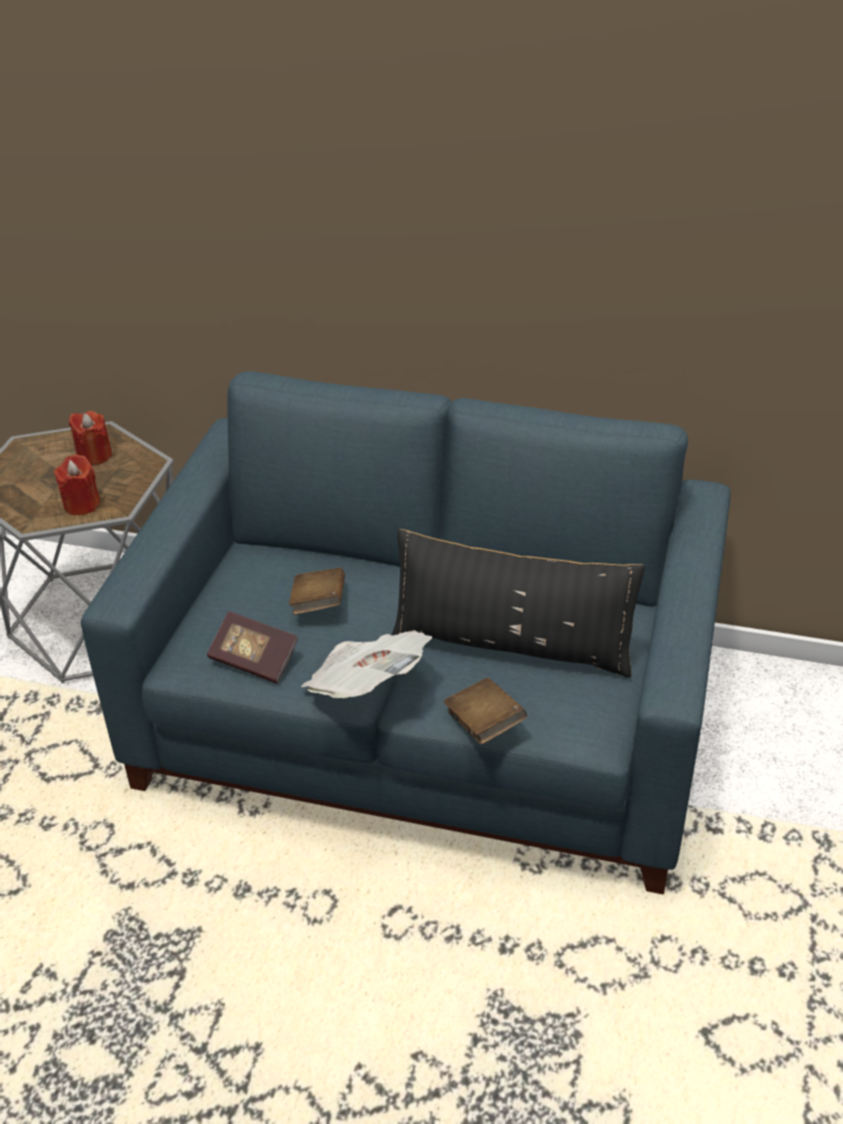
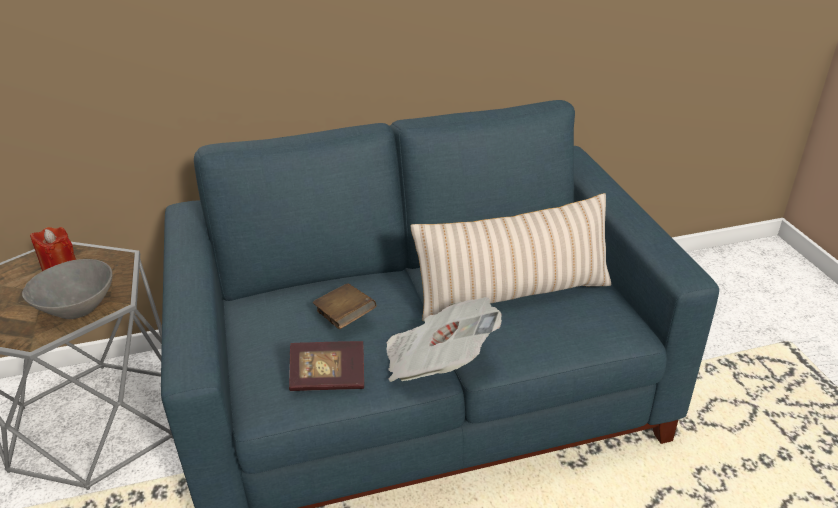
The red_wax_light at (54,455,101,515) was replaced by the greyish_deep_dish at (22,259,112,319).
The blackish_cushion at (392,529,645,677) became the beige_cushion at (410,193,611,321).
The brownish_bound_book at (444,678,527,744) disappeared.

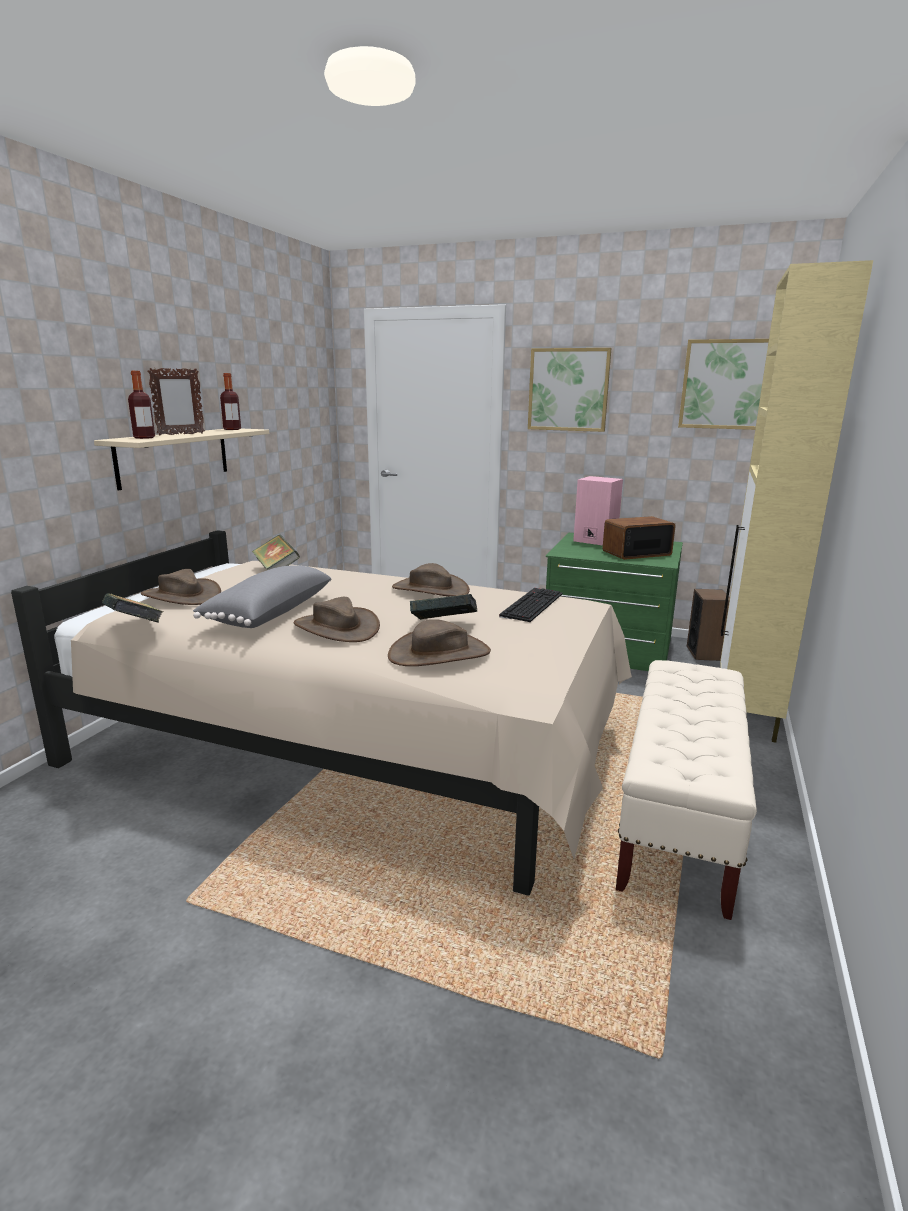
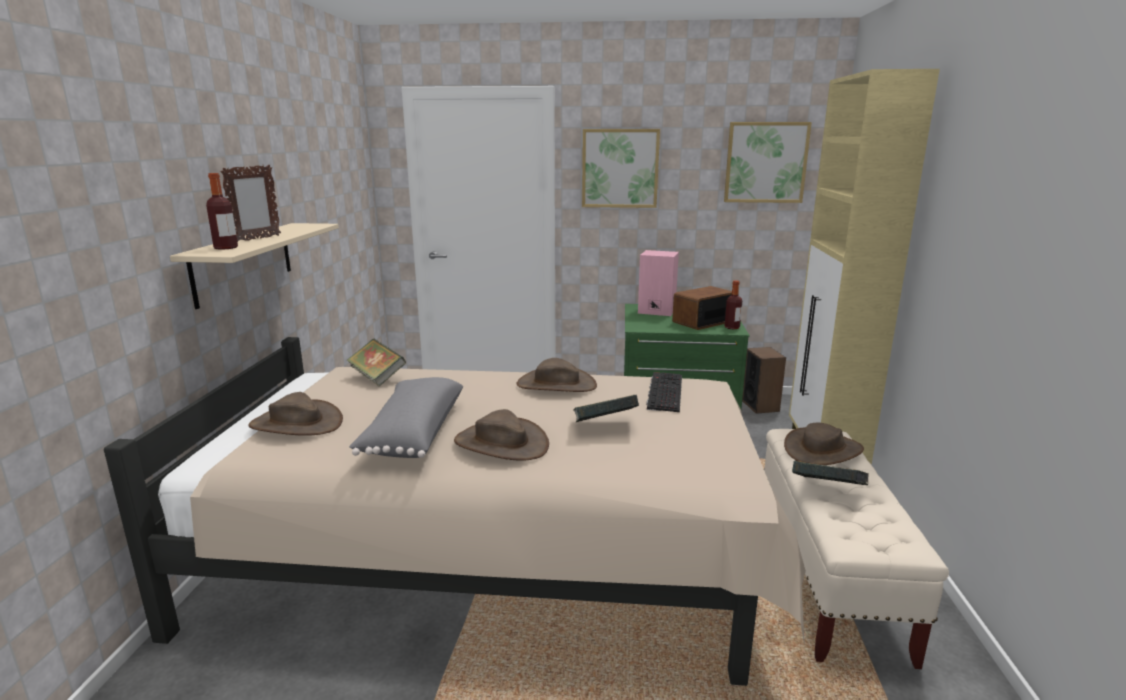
The drink_bottle moved from (220,373,241,430) to (725,280,742,329).
The bound_book moved from (102,593,163,623) to (792,461,869,485).
The brownish_hat moved from (388,619,491,666) to (784,422,864,465).

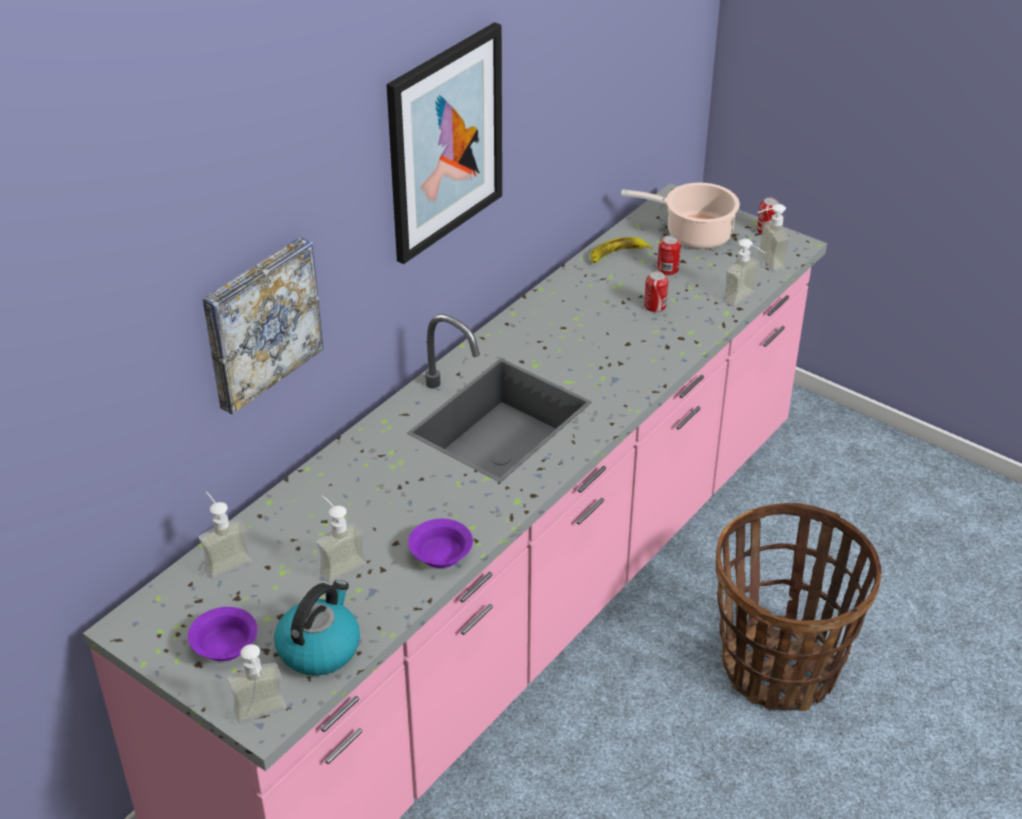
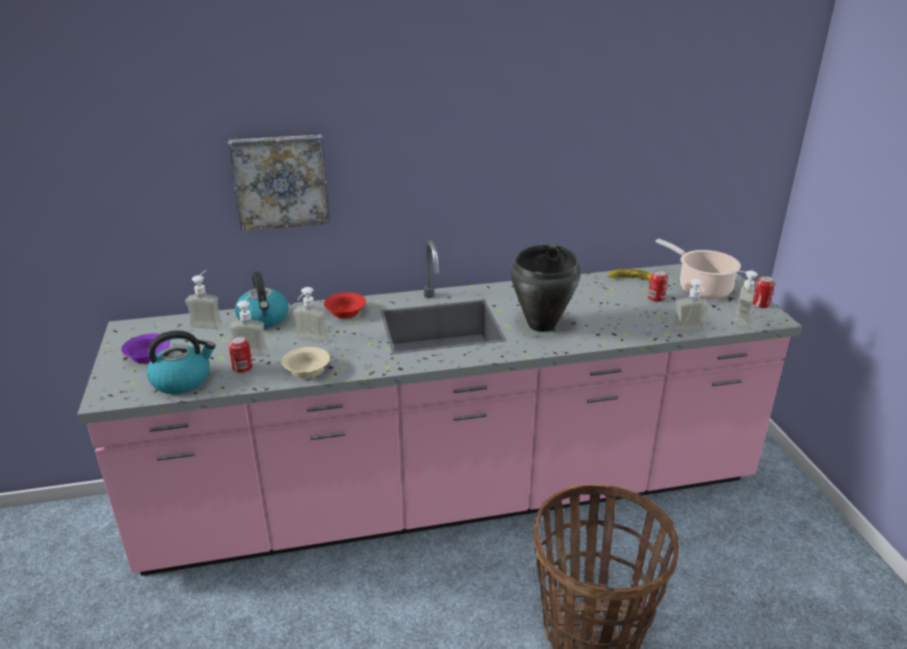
The wall_art at (387,22,502,264) disappeared.
The sealed_can moved from (644,271,668,312) to (228,336,253,373).
The purplish_deep_dish at (408,519,473,568) became the beige_deep_dish at (282,347,330,378).
The soap_dispenser moved from (228,644,286,724) to (293,287,329,343).
The blackish_stockpot at (510,244,581,332) appeared.
The tea_kettle at (235,272,289,328) appeared.
The red_deep_dish at (324,293,366,319) appeared.

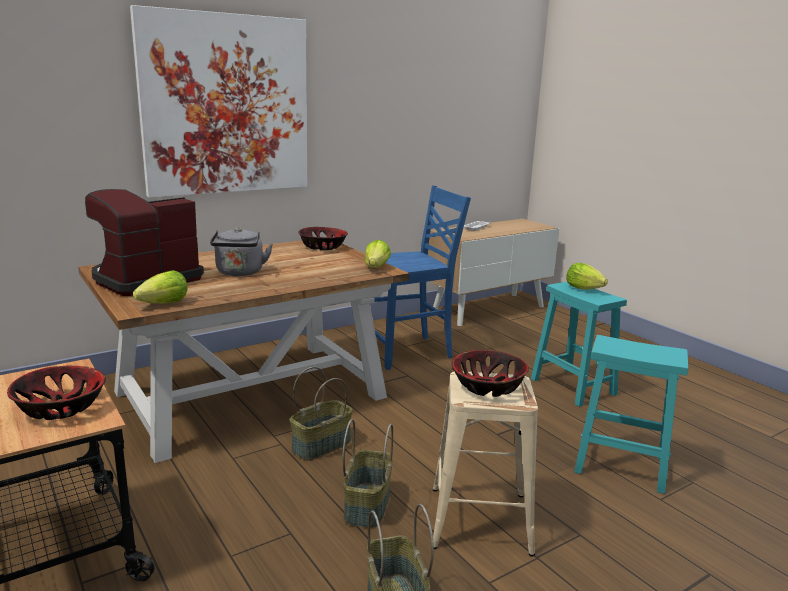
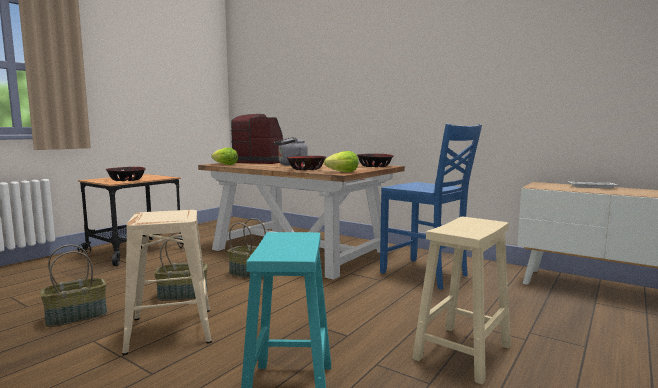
The wall_art at (130,5,308,198) disappeared.
The lettuce at (566,263,608,290) disappeared.
The turquoise-coloured_stool at (531,282,627,407) became the beige_stool at (412,217,511,385).
The deep_dish moved from (452,350,529,397) to (287,156,326,170).

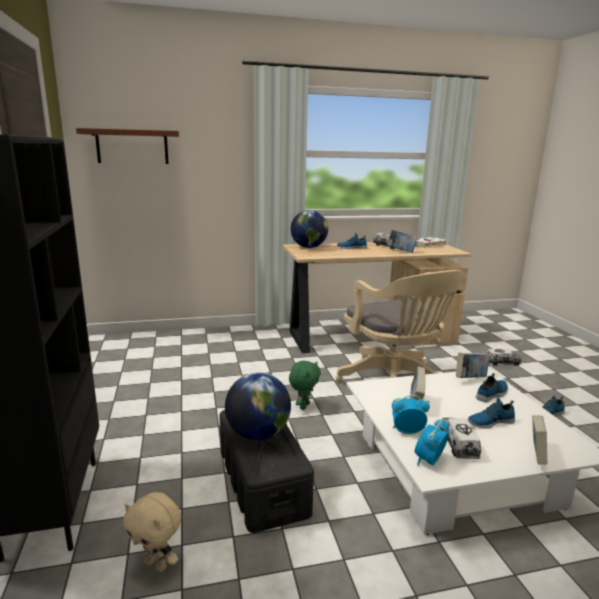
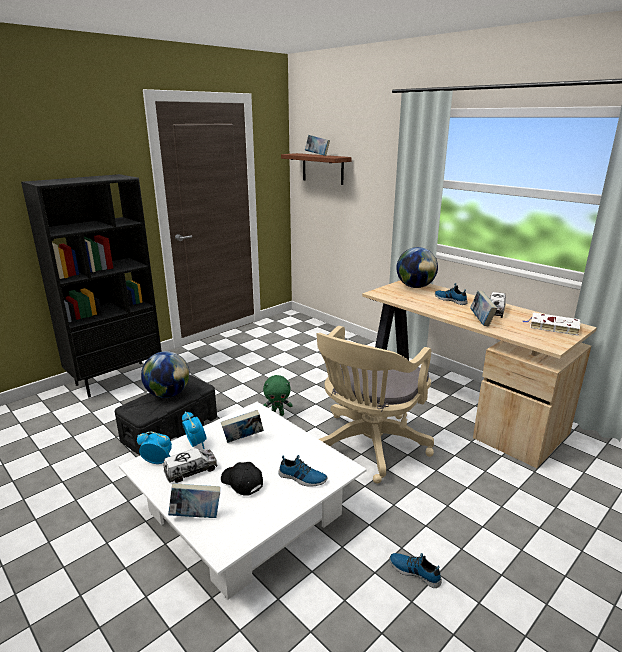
The model_truck at (486,349,522,366) disappeared.
The bound_book moved from (456,353,490,378) to (305,135,330,156).
The item_of_footwear at (468,398,515,429) was replaced by the blackish_peaked_cap at (221,462,263,496).
The beige_soft_toy at (123,492,181,572) disappeared.

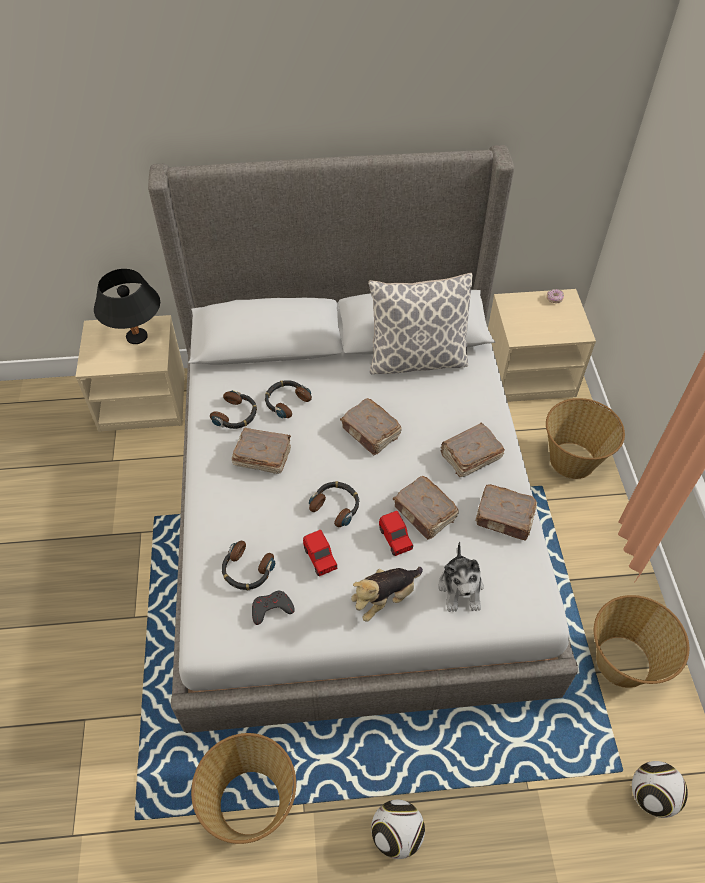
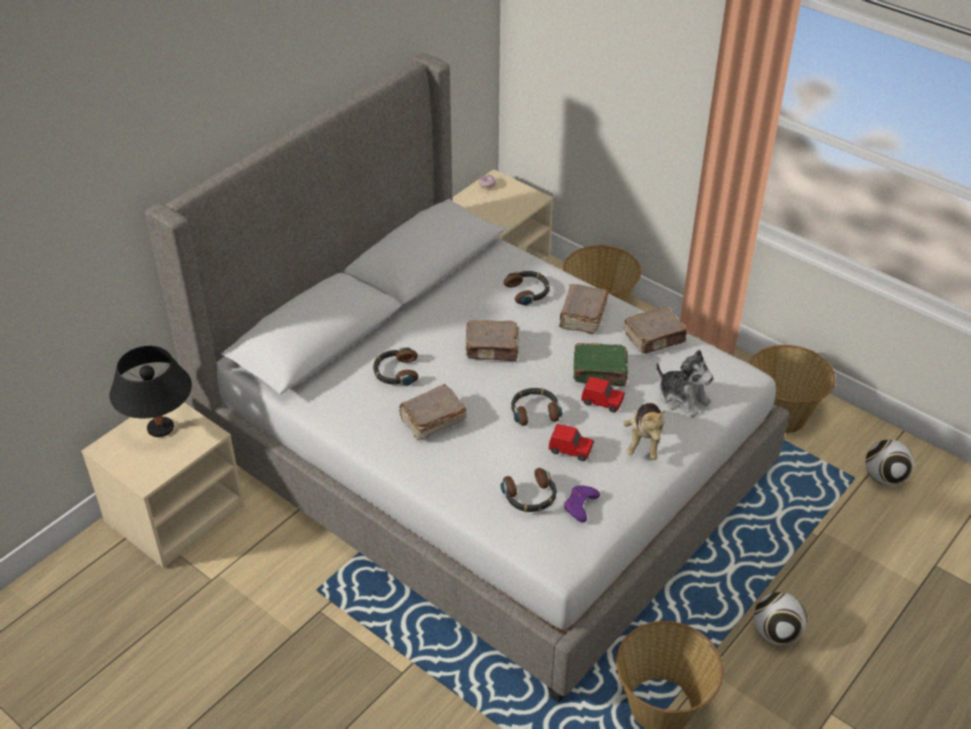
The cushion at (368,272,473,374) disappeared.
The headphones moved from (210,390,257,429) to (504,271,550,306).
The brownish_bound_book at (393,476,459,540) became the greenish_bound_book at (573,343,628,386).
The greyish_gamepad at (252,591,295,625) became the purplish_gamepad at (564,485,600,523).

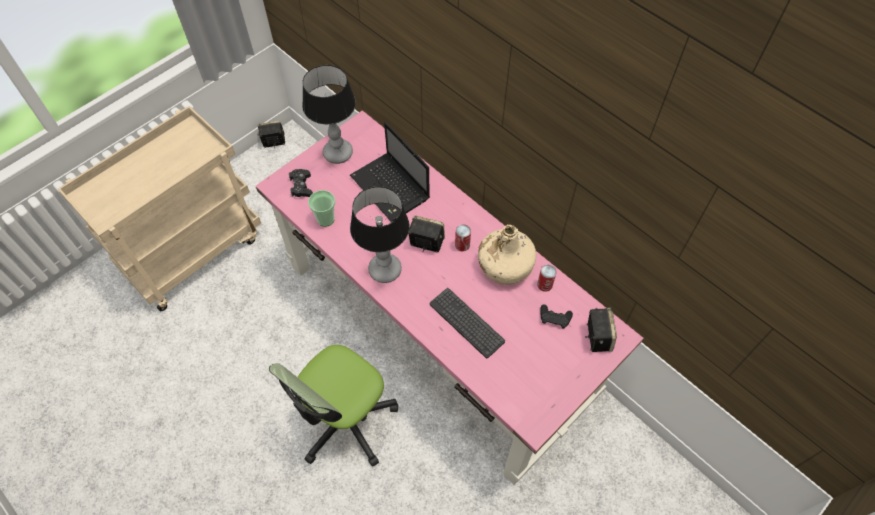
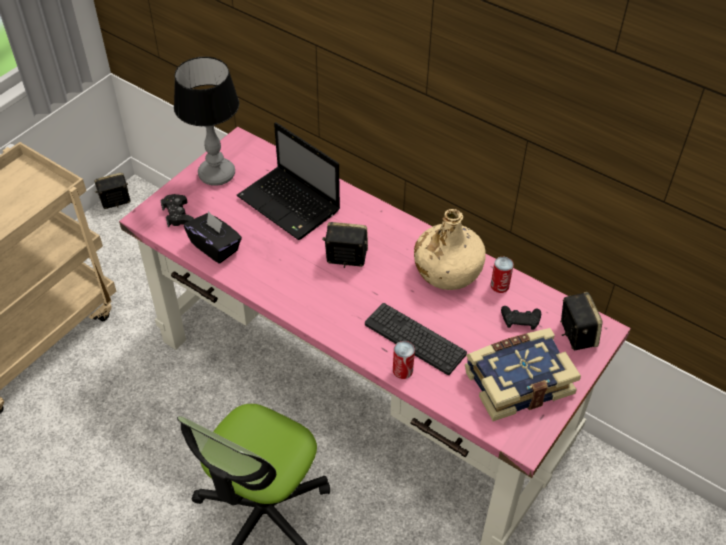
The tabletop_lamp at (350,186,410,283) disappeared.
The cup at (308,190,335,227) was replaced by the blackish_box_of_tissues at (184,211,242,263).
The sealed_can moved from (455,224,471,251) to (393,341,415,379).
The bound_book at (465,328,581,421) appeared.

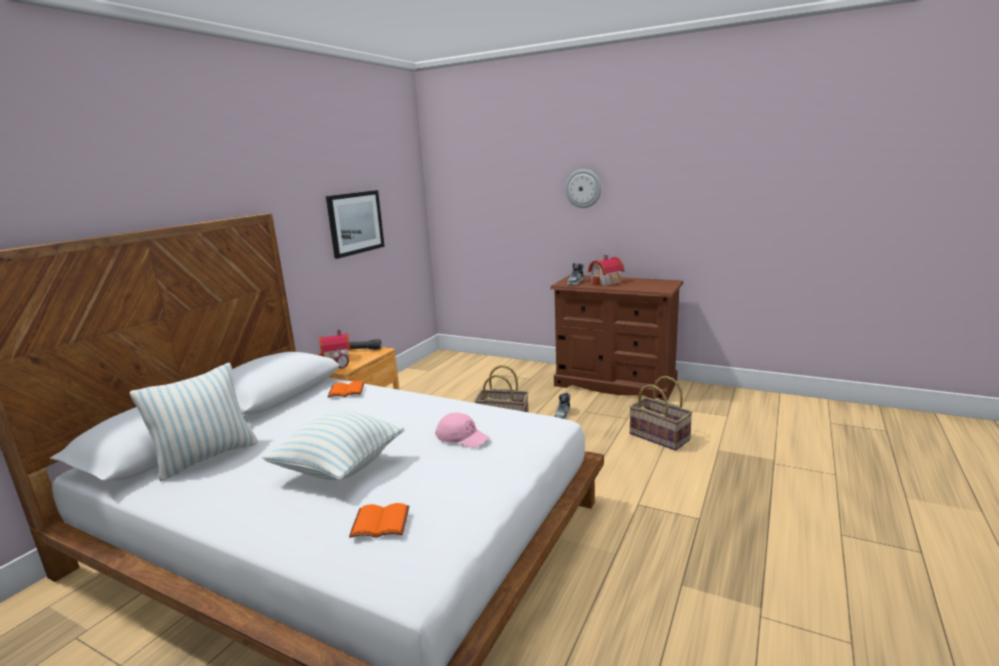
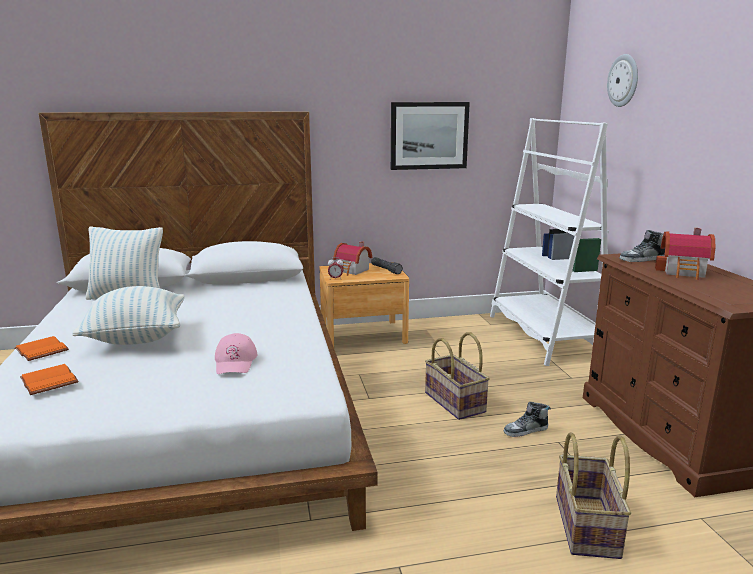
The wall_clock moved from (565,169,601,208) to (607,54,638,107).
The orange_bound_book moved from (328,381,364,398) to (14,336,69,361).
The white-coloured_bookcase at (490,118,609,366) appeared.

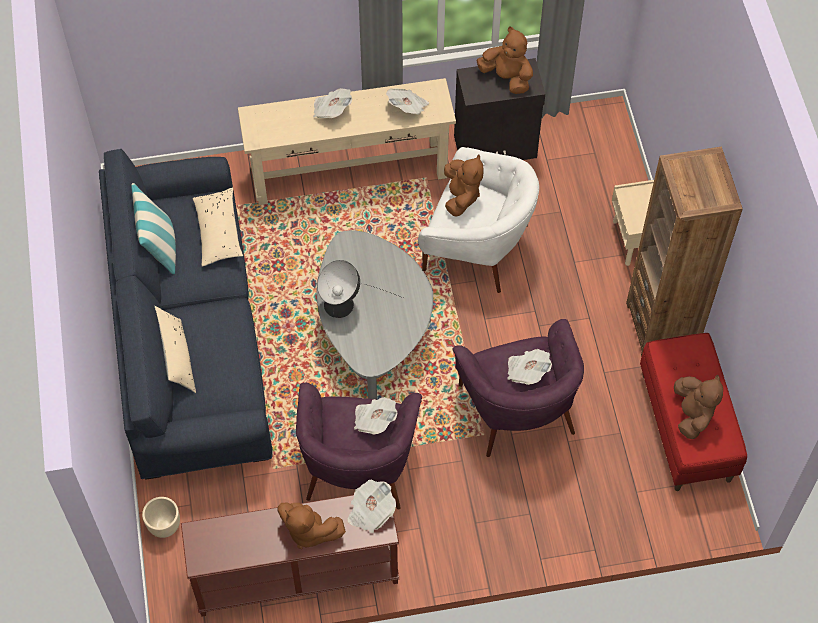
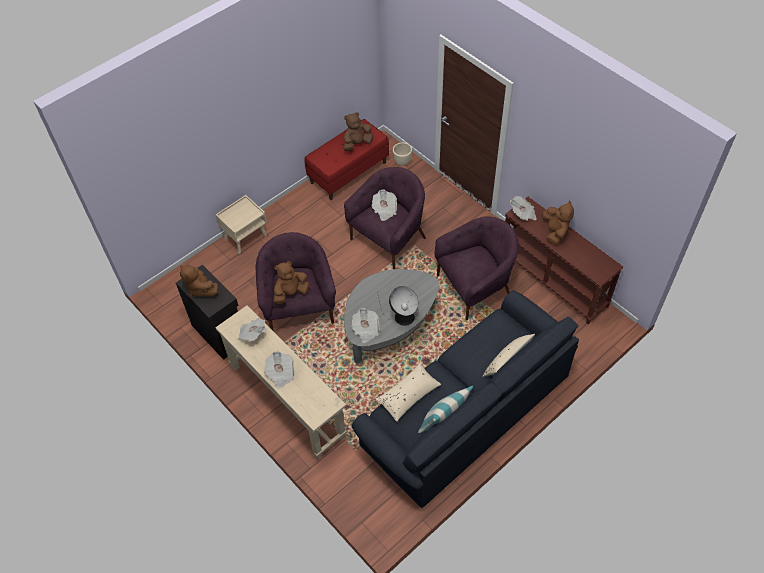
The brownish_soft_toy at (476,27,533,94) turned 45 degrees counterclockwise.
The white-coloured_lounge_chair at (418,147,539,293) became the purplish_lounge_chair at (256,232,336,332).
The brownish_bookcase at (626,147,743,357) disappeared.
The printed_paper moved from (354,397,397,435) to (351,308,379,343).
The beige_plant_pot moved from (142,497,180,538) to (393,142,412,166).

